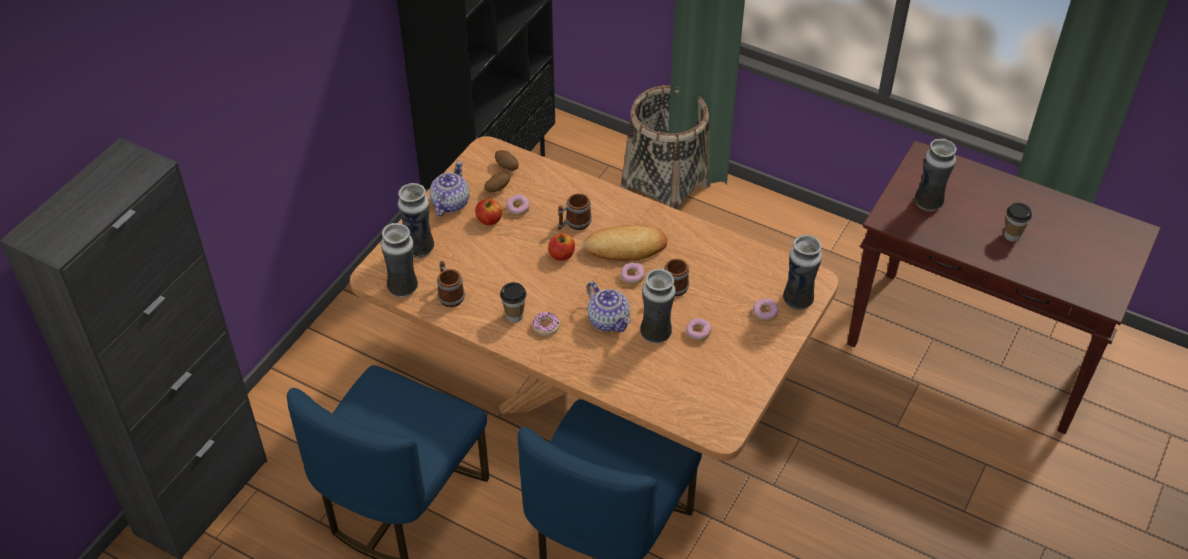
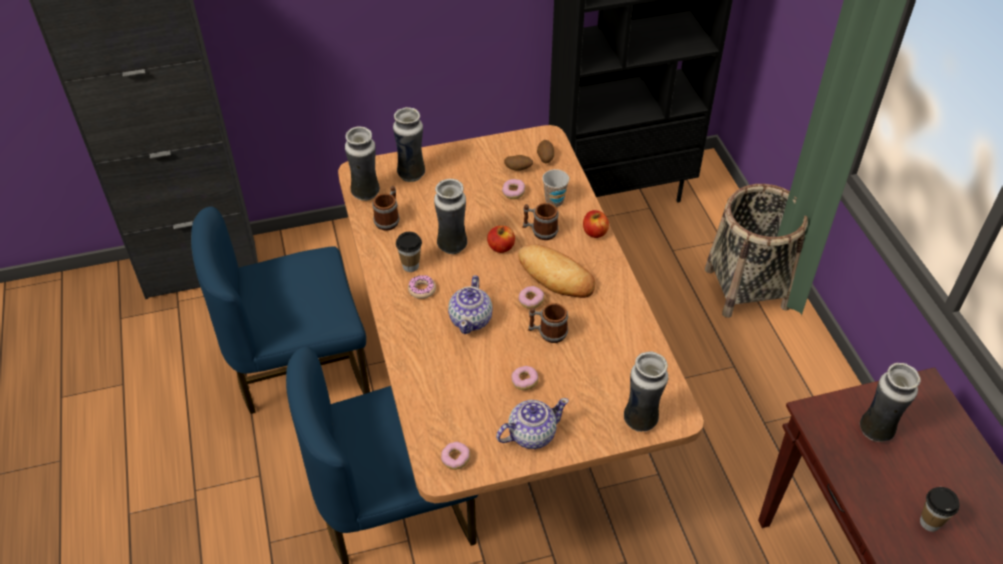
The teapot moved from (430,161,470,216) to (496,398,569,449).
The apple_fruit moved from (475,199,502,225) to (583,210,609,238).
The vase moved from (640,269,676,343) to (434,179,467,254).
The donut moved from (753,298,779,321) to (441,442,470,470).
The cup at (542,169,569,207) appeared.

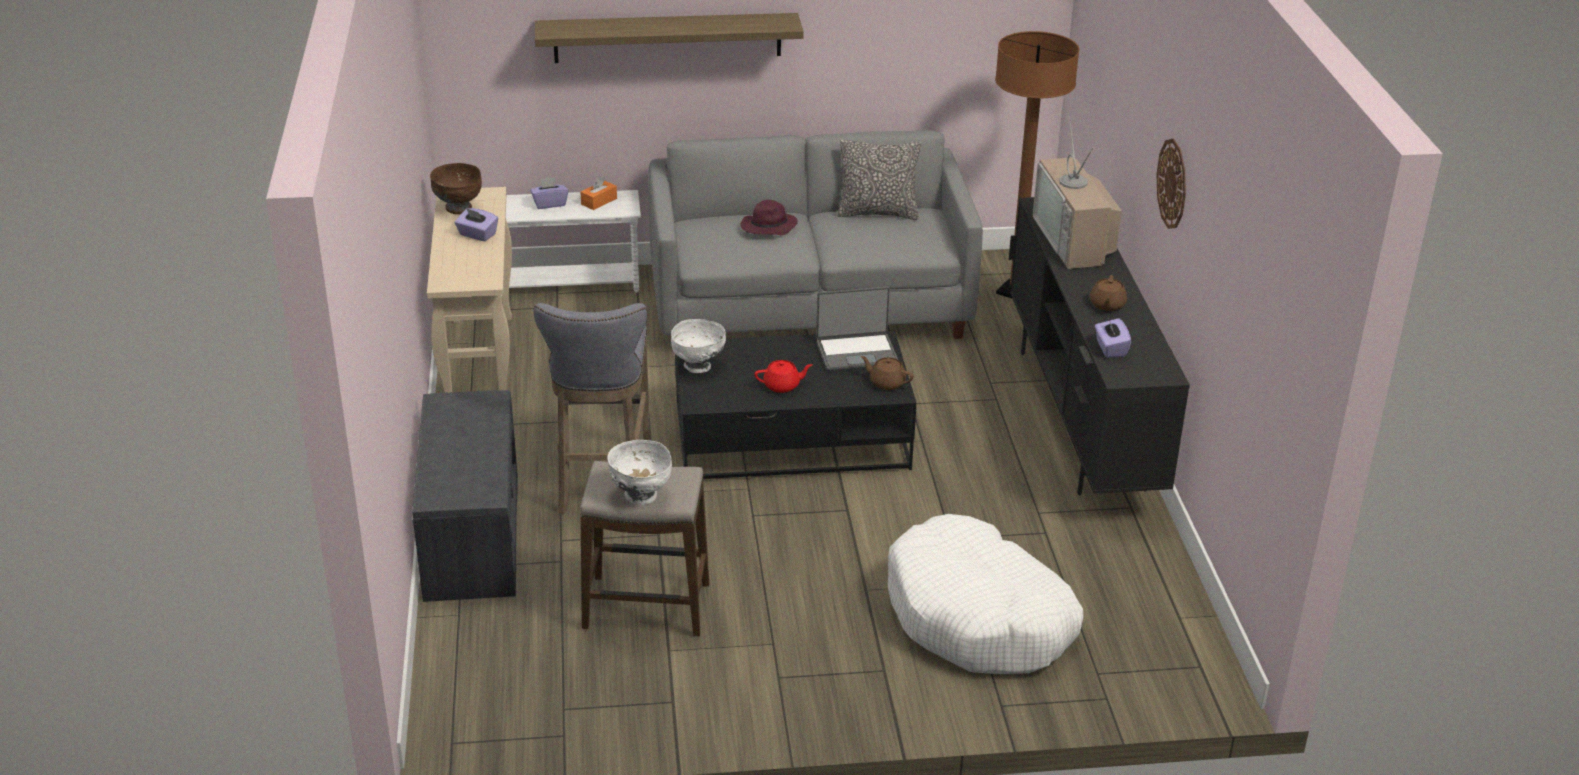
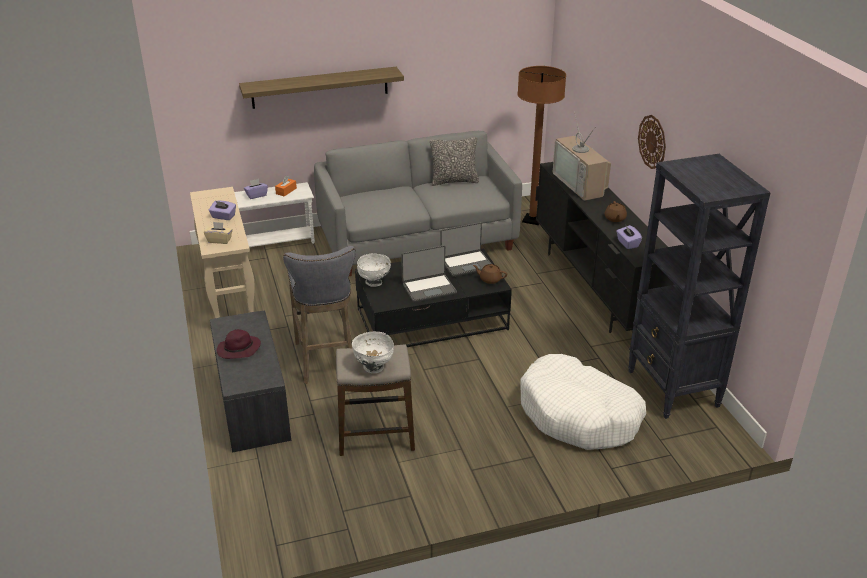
The brownish_deep_dish at (430,163,482,214) disappeared.
The purplish_hat moved from (741,200,798,236) to (216,329,261,359).
The red_teapot at (754,360,813,393) was replaced by the laptop at (401,245,457,302).
The blackish_bookcase at (628,154,771,419) appeared.
The beige_box_of_tissues at (204,222,233,244) appeared.

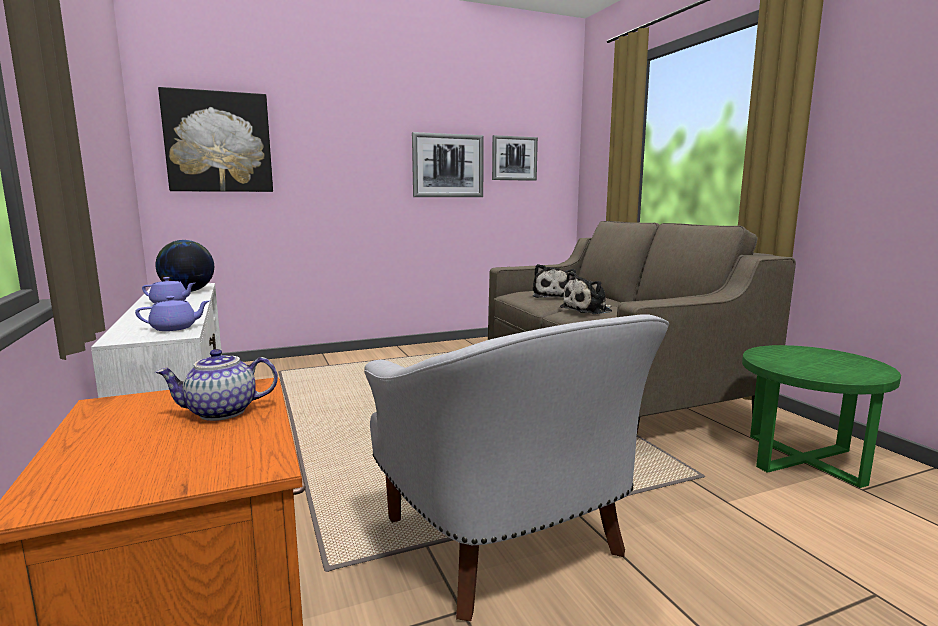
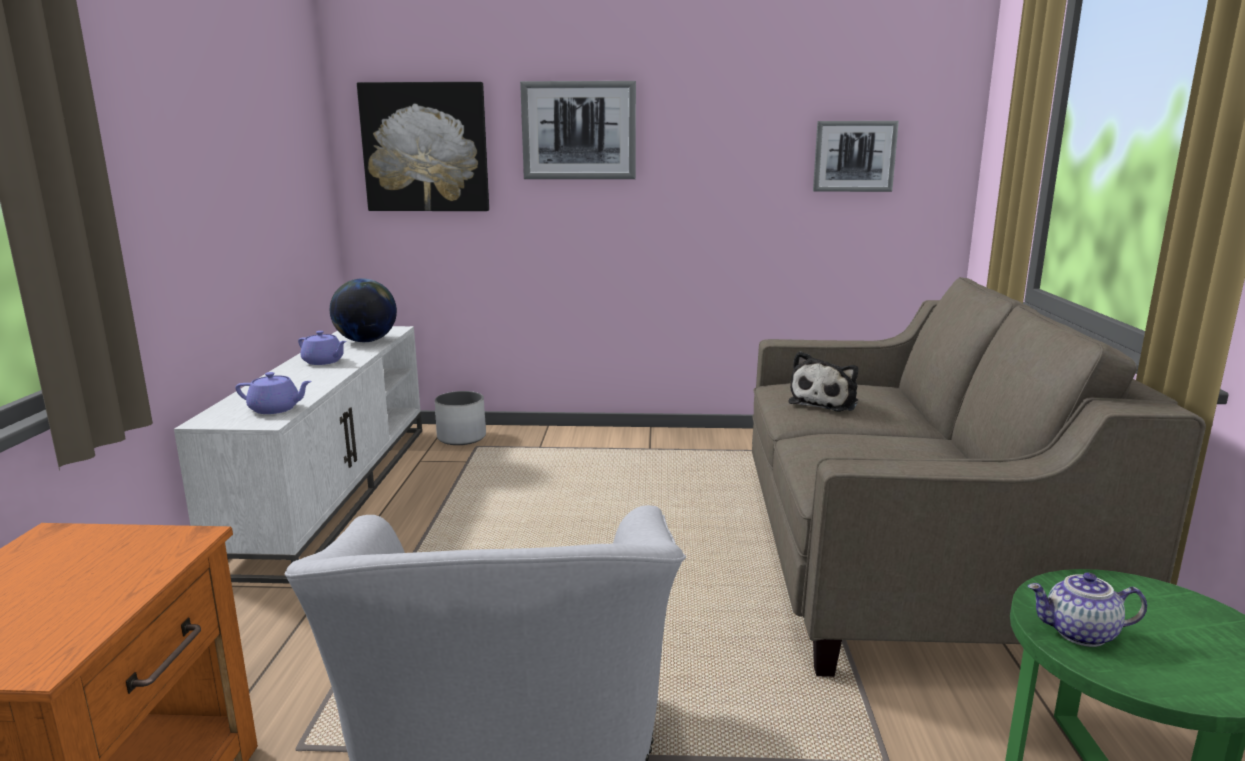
The wall_art moved from (412,132,484,197) to (520,81,636,179).
The soft_toy at (560,272,612,314) disappeared.
The teapot moved from (155,349,278,421) to (1027,573,1147,647).
The white-coloured_plant_pot at (435,391,486,445) appeared.

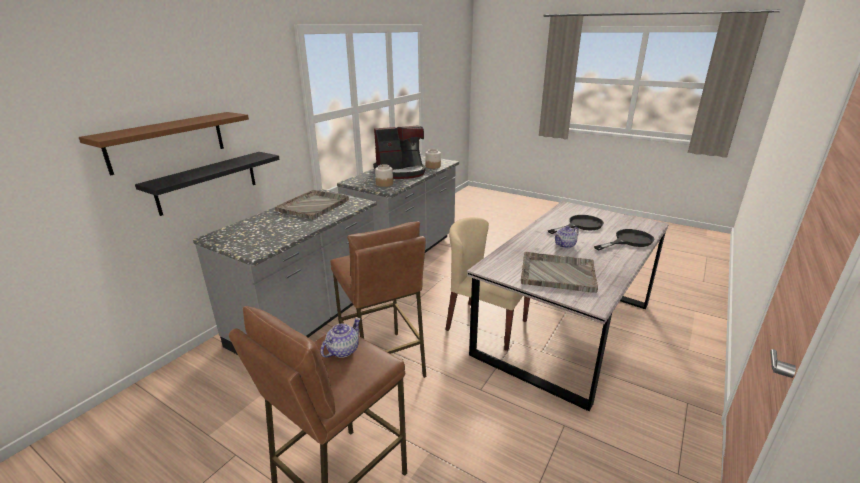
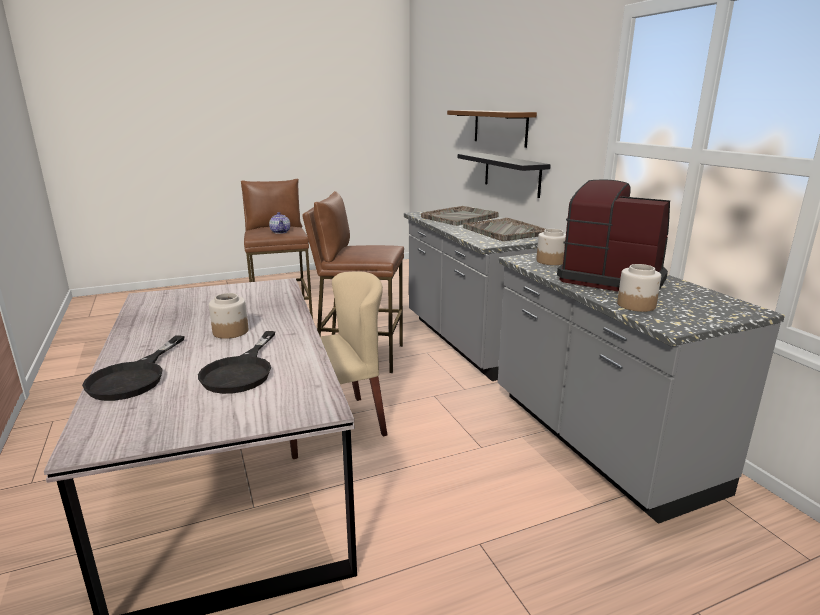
The coffee_brewer at (373,126,426,179) turned 105 degrees clockwise.
The teapot at (554,226,579,248) was replaced by the storage_jar at (209,293,248,339).
The greyish_serving_tray moved from (521,252,598,293) to (421,206,499,226).

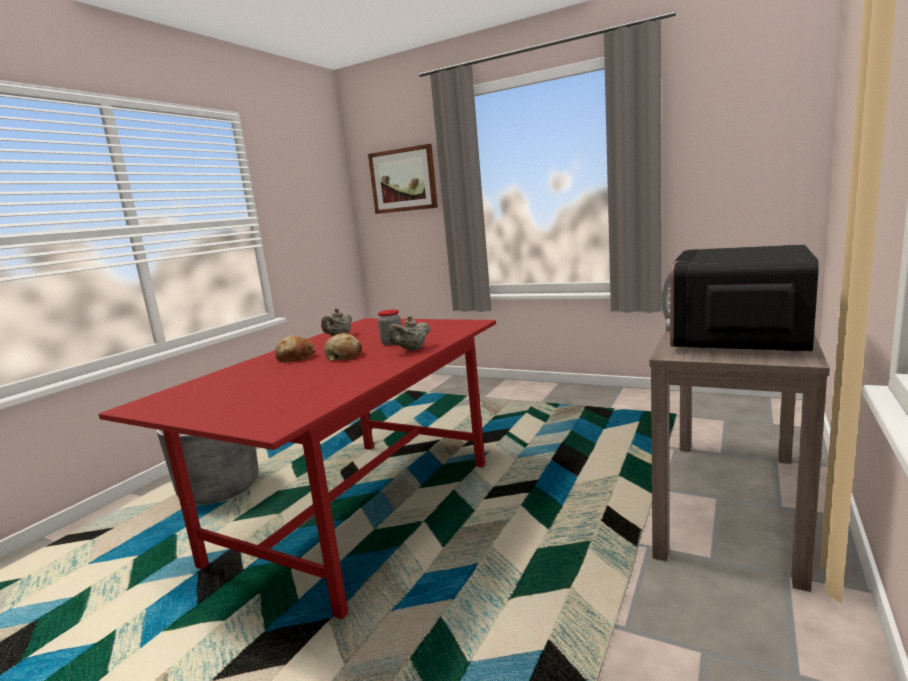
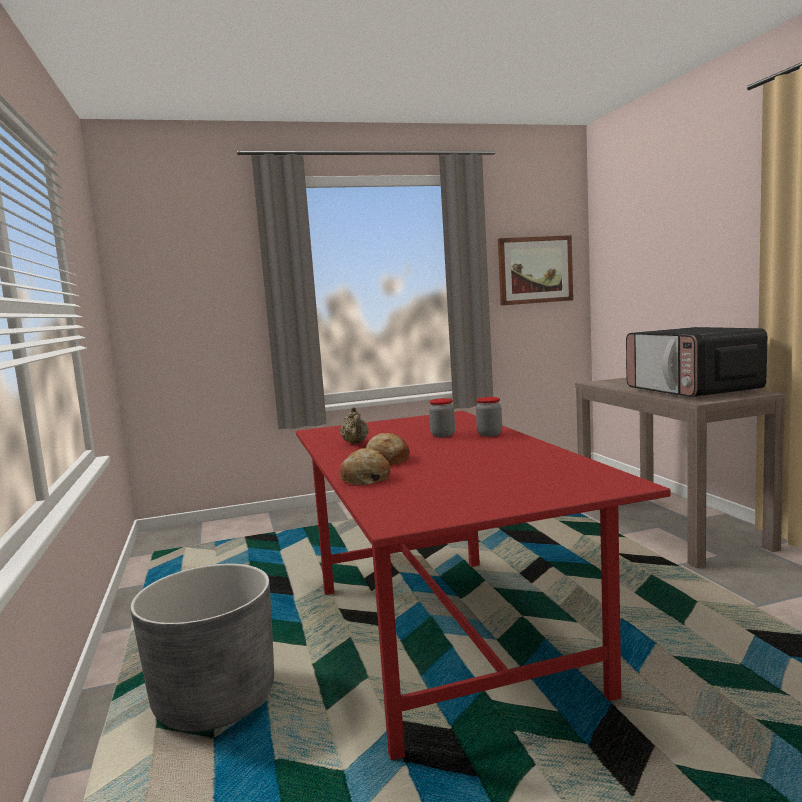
The wall_art moved from (368,144,438,214) to (498,235,573,305).
The beige_teapot at (388,316,430,351) was replaced by the storage_jar at (476,397,502,437).
The bakery_bread moved from (324,333,362,361) to (340,448,391,485).

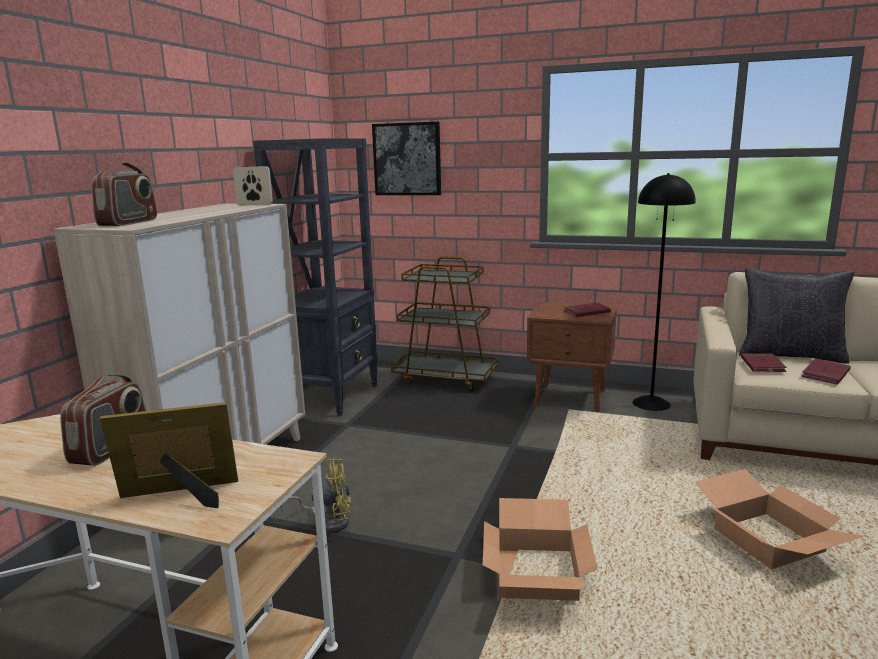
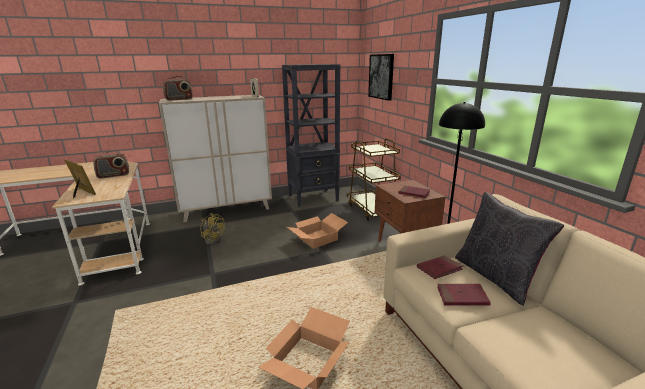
The cardboard_box moved from (483,498,598,601) to (287,213,348,249).

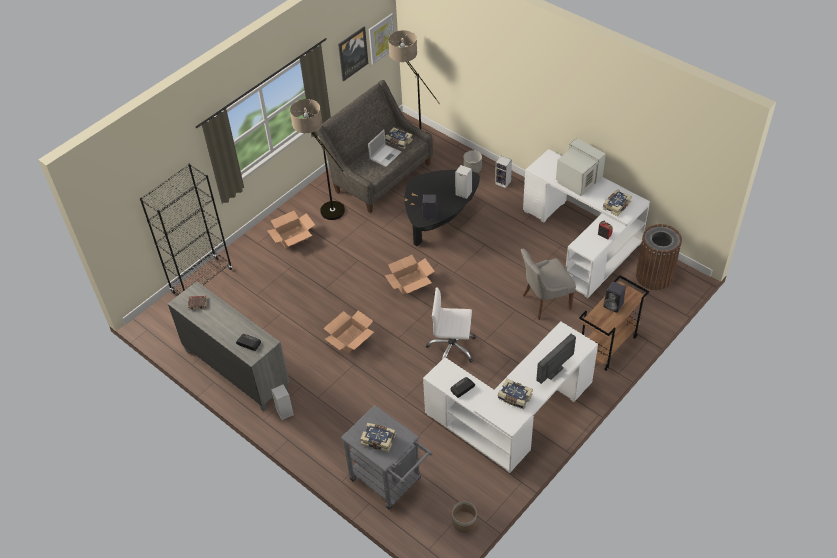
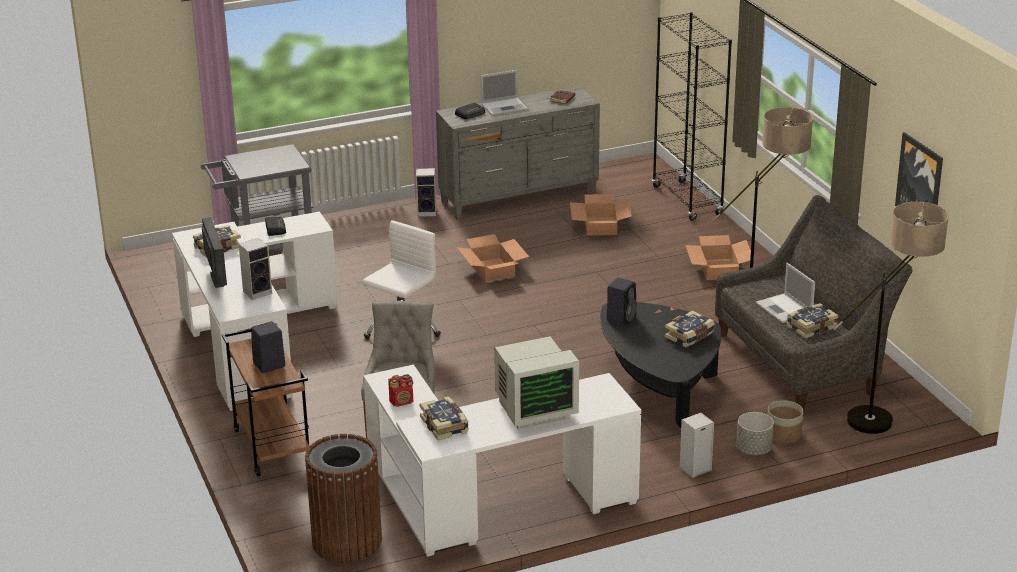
The wall_art at (369,13,394,64) disappeared.
The audio_speaker moved from (455,165,472,199) to (239,238,272,300).
The cardboard_box moved from (384,255,435,295) to (570,194,632,236).
The bound_book moved from (360,423,396,453) to (665,311,715,347).
The plant_pot moved from (452,501,477,533) to (767,400,803,444).
The laptop at (480,70,528,116) appeared.

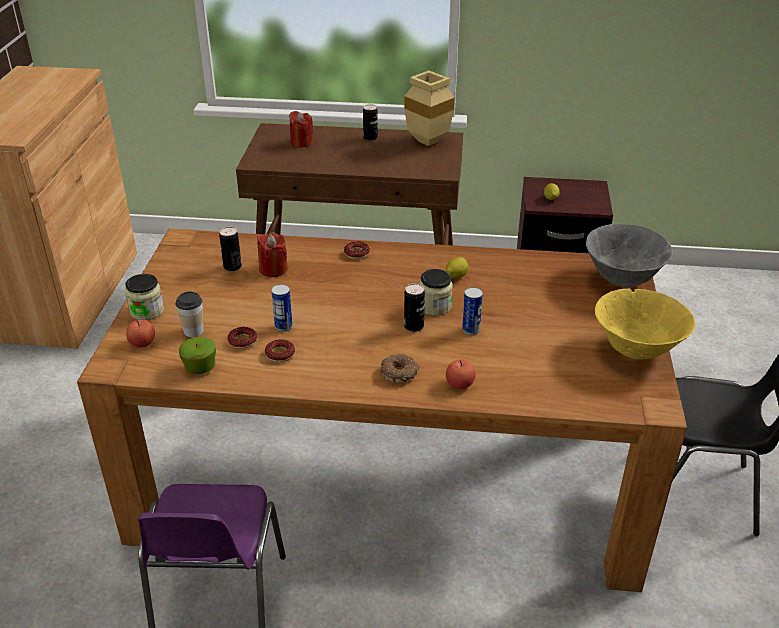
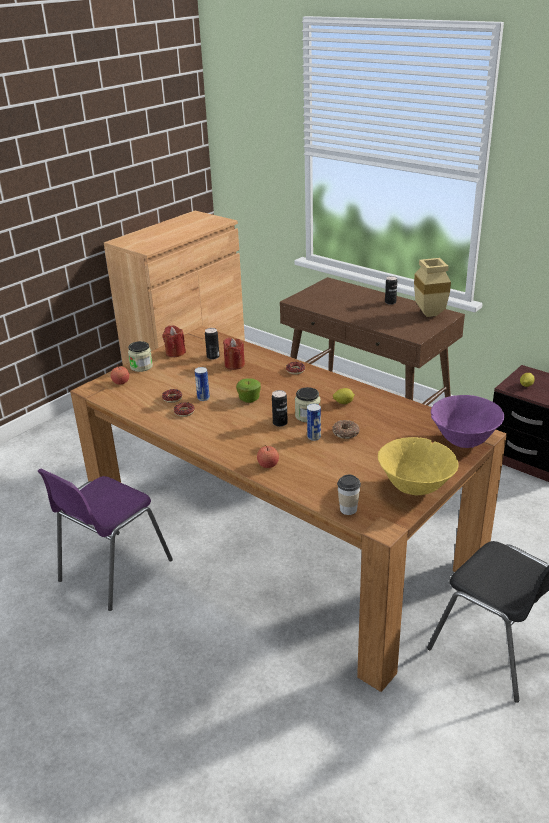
The red_wax_light moved from (289,111,313,148) to (162,325,186,357).
The greyish_deep_dish at (586,224,673,287) became the purplish_deep_dish at (431,395,504,448).
The cup moved from (175,291,204,338) to (337,475,361,515).
The apple_fruit moved from (179,337,216,374) to (236,378,261,403).
The donut moved from (380,354,420,383) to (332,420,360,439).

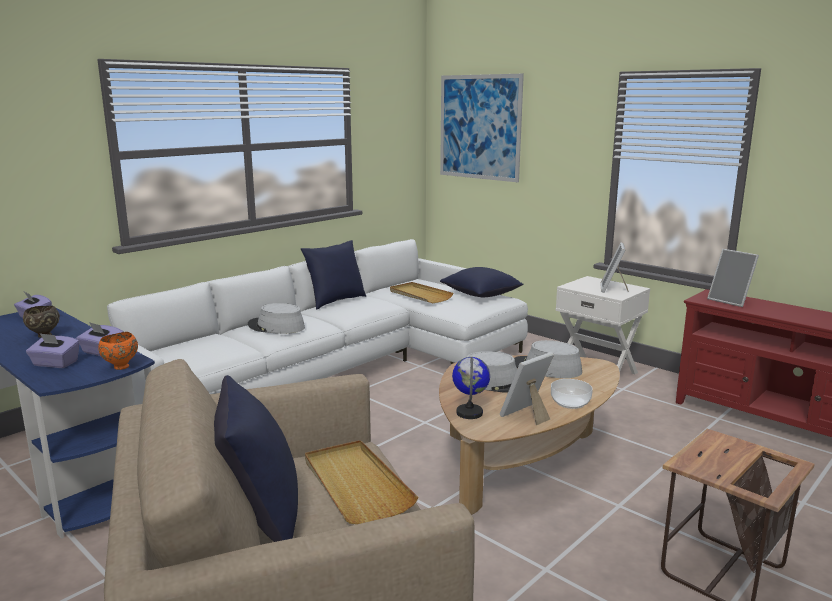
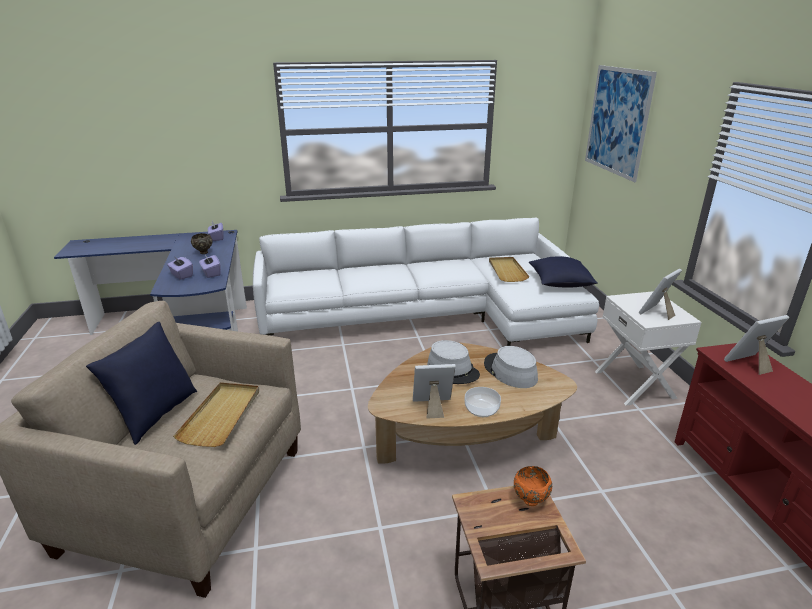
The blue-coloured_cushion at (301,240,366,309) disappeared.
The picture_frame at (707,249,759,307) turned 75 degrees clockwise.
The greyish_hat at (248,303,305,334) disappeared.
The orange_deep_dish moved from (98,332,138,370) to (514,466,552,506).
The world_globe at (452,357,490,419) disappeared.

